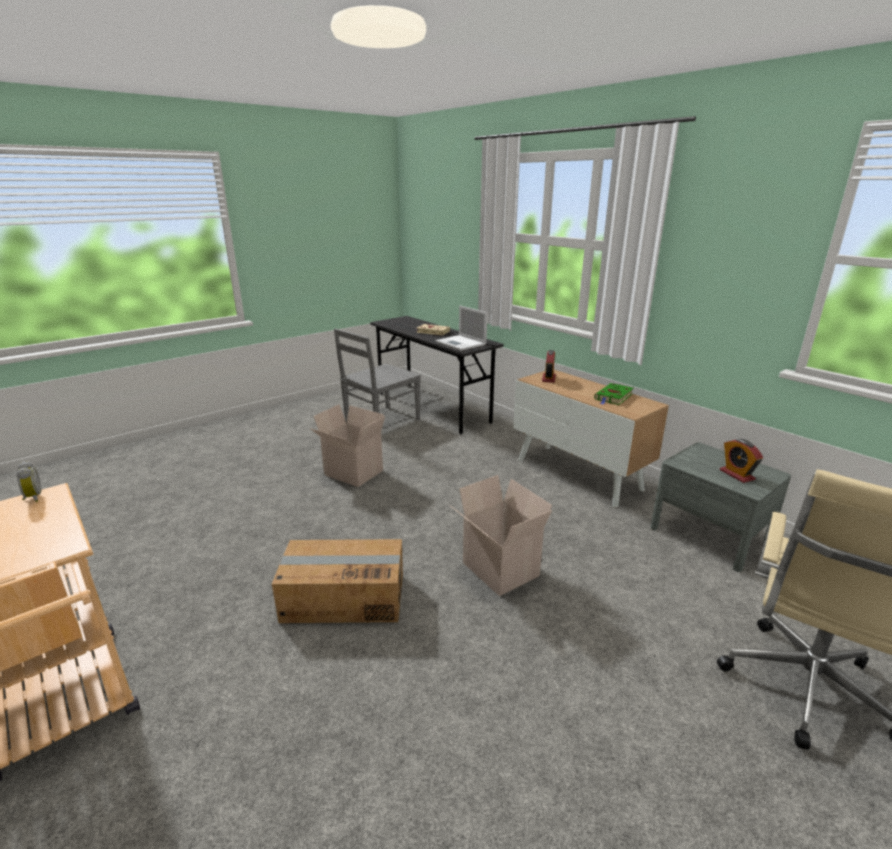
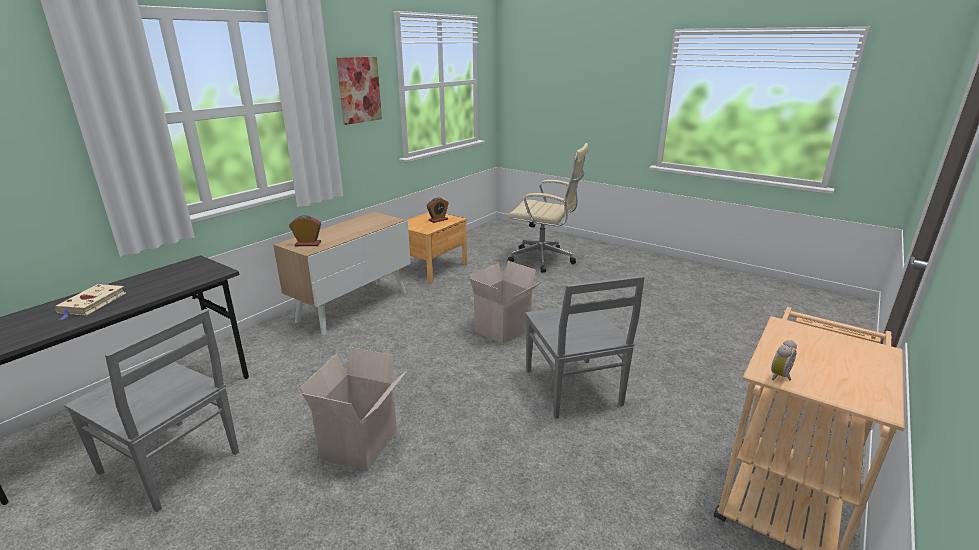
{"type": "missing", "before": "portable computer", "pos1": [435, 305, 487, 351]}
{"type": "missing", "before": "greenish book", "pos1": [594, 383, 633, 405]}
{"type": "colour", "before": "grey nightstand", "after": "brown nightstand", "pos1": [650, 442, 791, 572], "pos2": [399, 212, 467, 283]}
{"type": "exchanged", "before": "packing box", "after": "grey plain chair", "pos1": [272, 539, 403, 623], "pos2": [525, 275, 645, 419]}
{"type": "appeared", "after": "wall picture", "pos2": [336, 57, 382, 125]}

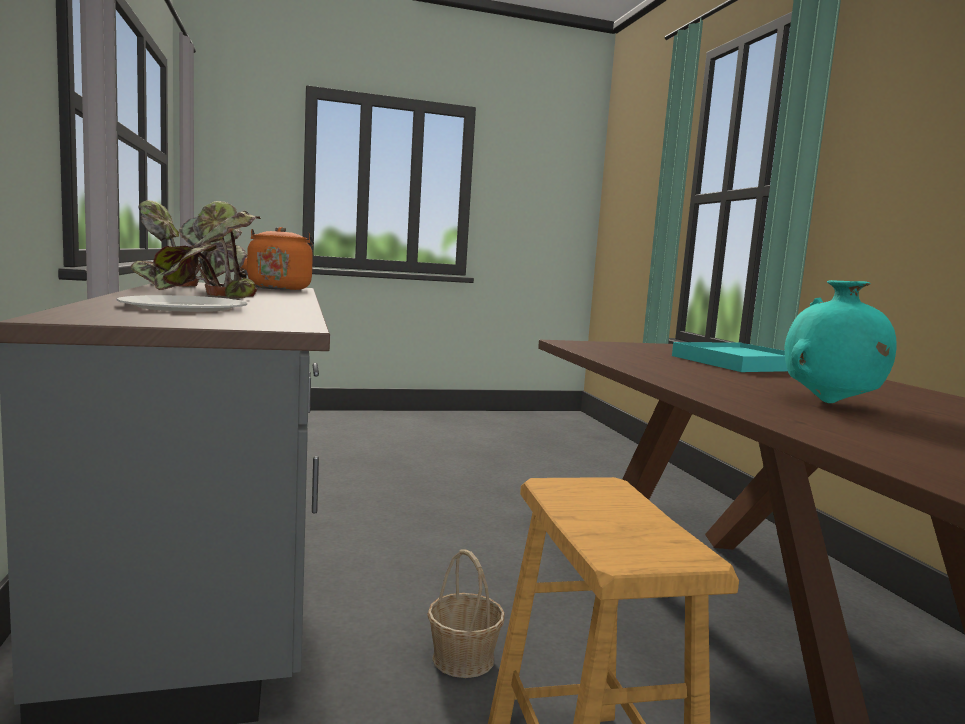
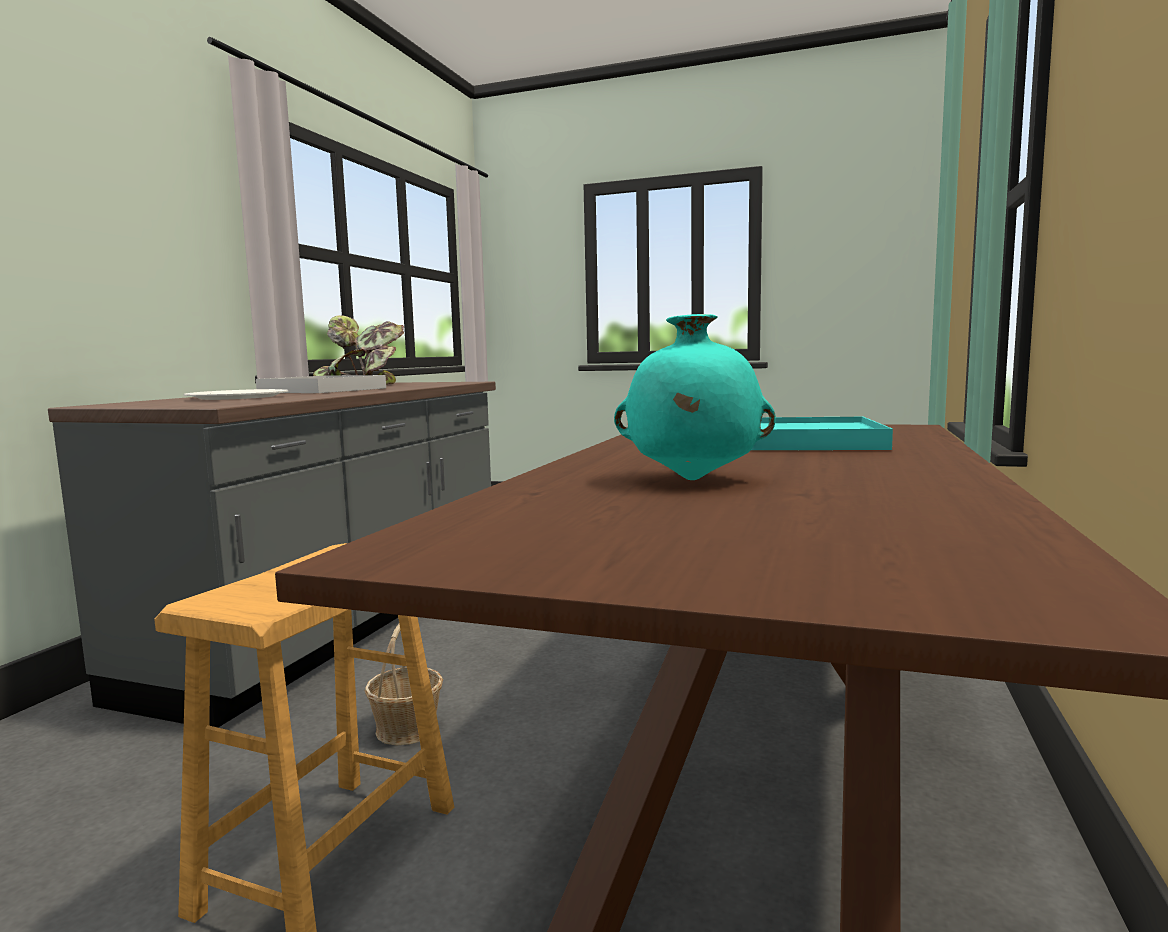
{"type": "exchanged", "before": "houseplant", "after": "whitish carrying tray", "pos1": [153, 201, 261, 298], "pos2": [256, 375, 386, 393]}
{"type": "missing", "before": "orangey tea kettle", "pos1": [241, 227, 314, 290]}

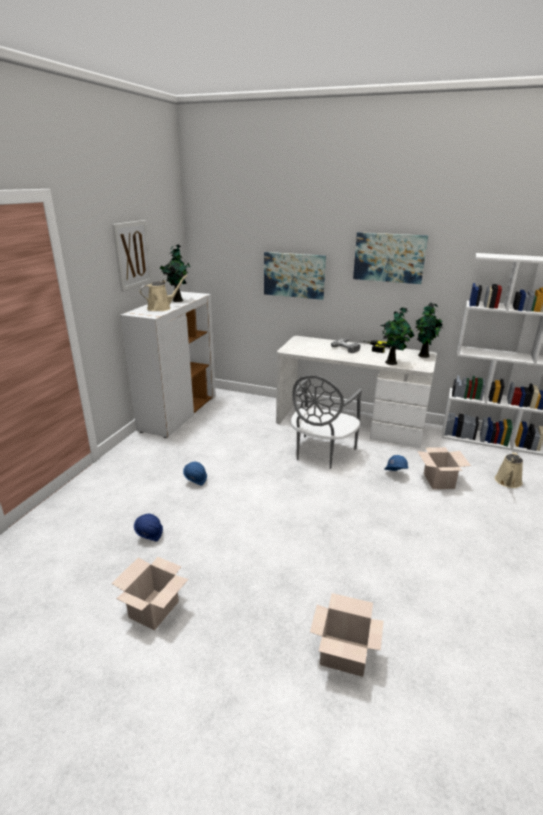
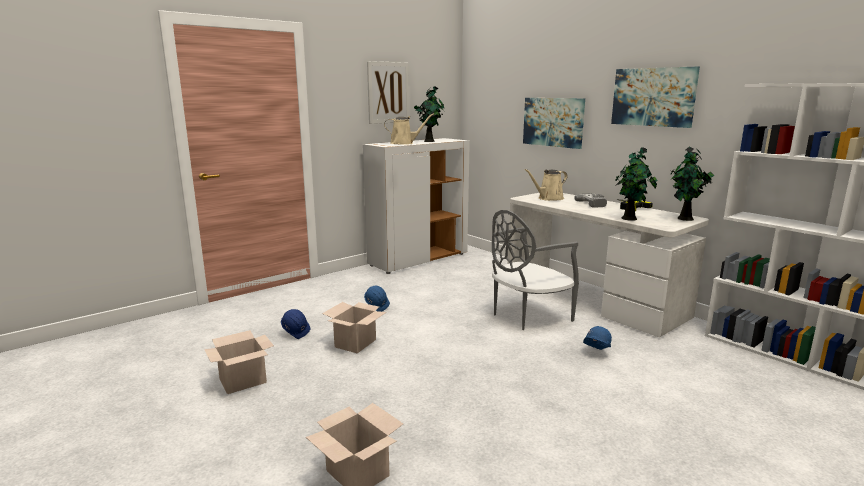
{"type": "relocated", "before": "packing box", "pos1": [417, 447, 471, 489], "pos2": [322, 302, 386, 353]}
{"type": "relocated", "before": "beige-coloured watering can", "pos1": [495, 451, 523, 488], "pos2": [525, 169, 568, 201]}

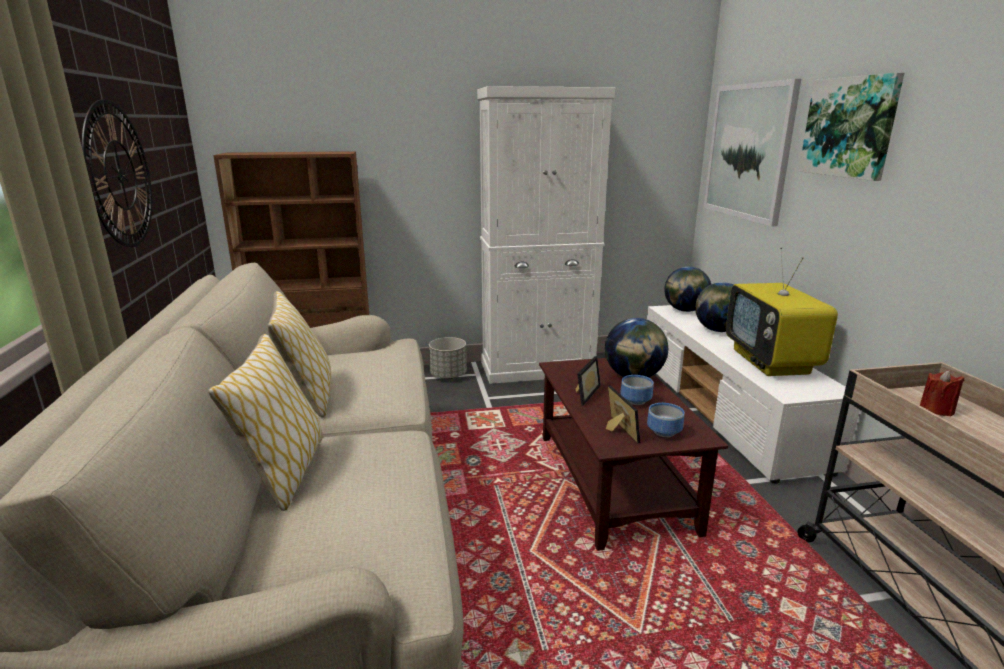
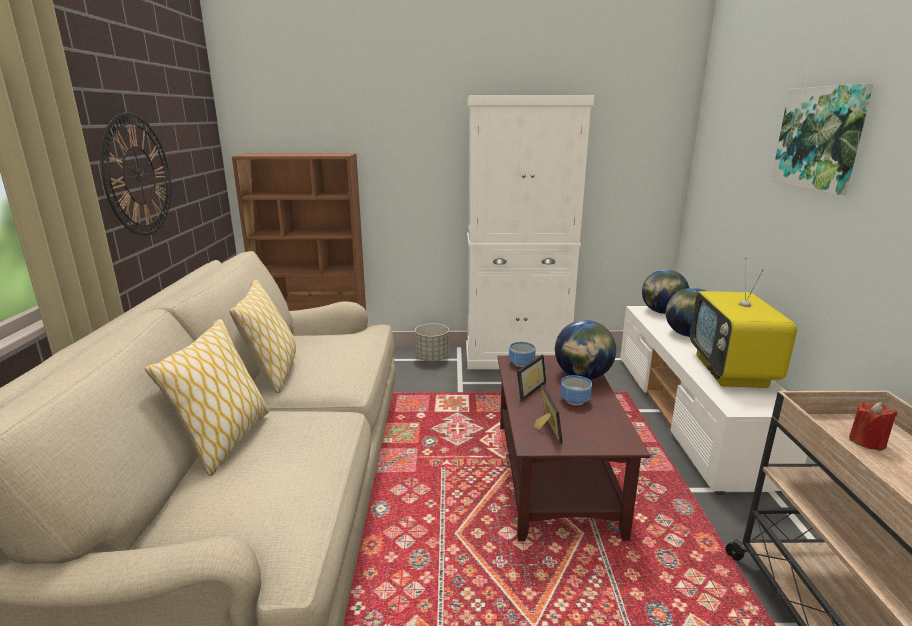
{"type": "missing", "before": "wall picture", "pos1": [704, 79, 801, 226]}
{"type": "relocated", "before": "bowl", "pos1": [647, 403, 685, 437], "pos2": [509, 342, 535, 367]}

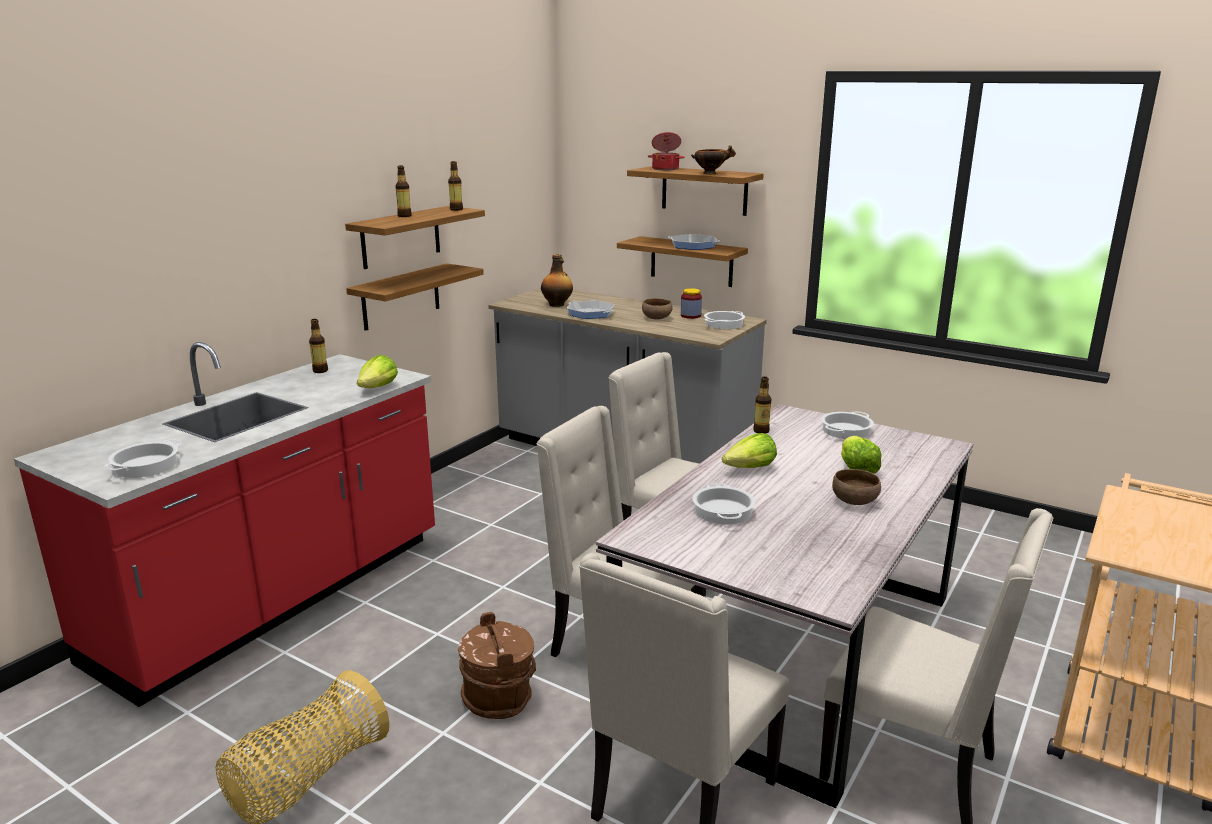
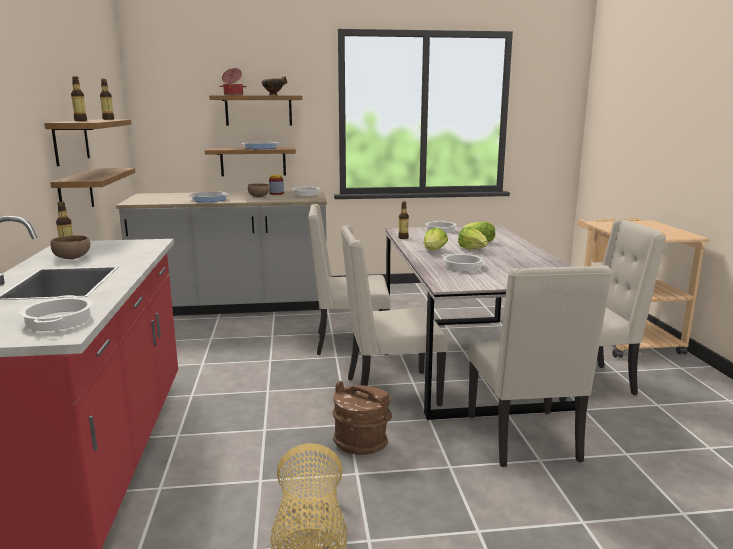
{"type": "missing", "before": "drink bottle", "pos1": [541, 254, 573, 307]}
{"type": "relocated", "before": "lettuce", "pos1": [357, 355, 398, 388], "pos2": [458, 227, 488, 250]}
{"type": "relocated", "before": "brown bowl", "pos1": [832, 469, 881, 505], "pos2": [51, 235, 91, 259]}

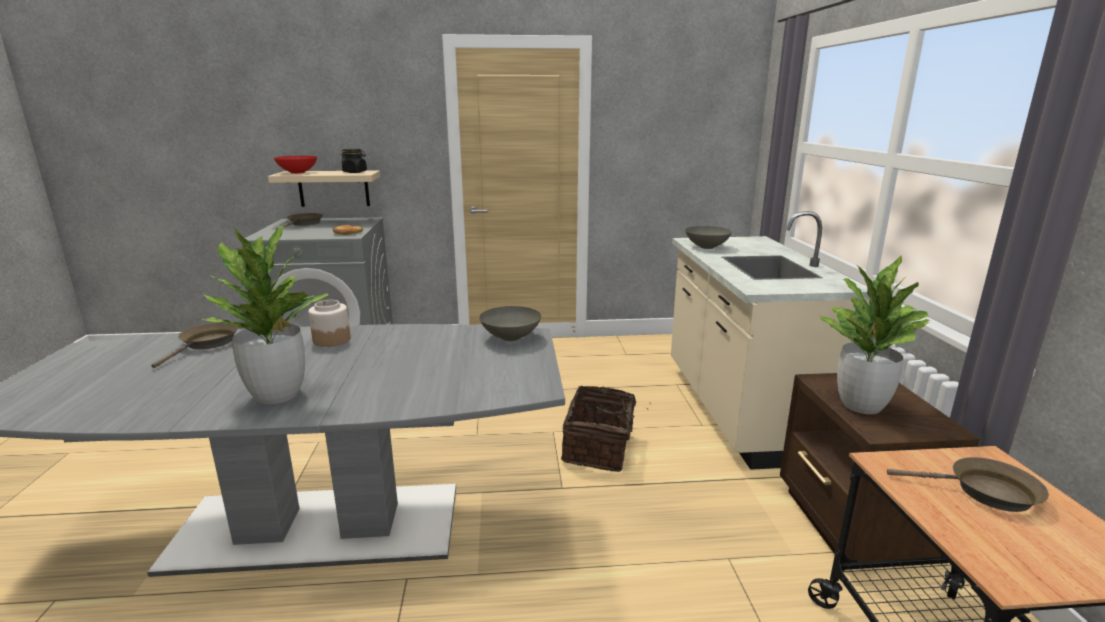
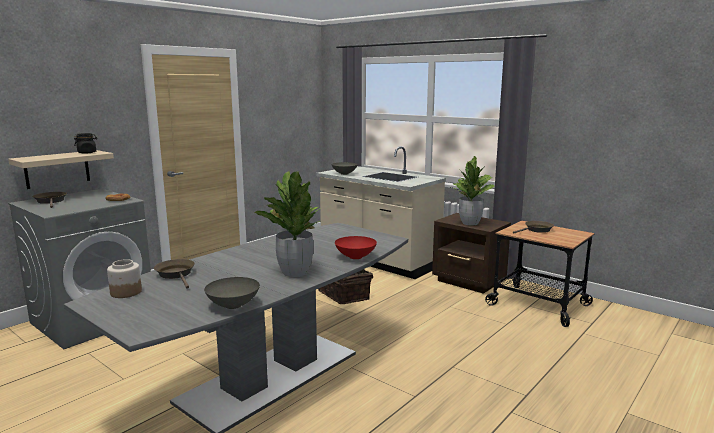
{"type": "relocated", "before": "red-coloured bowl", "pos1": [274, 156, 317, 174], "pos2": [335, 236, 377, 259]}
{"type": "relocated", "before": "jar", "pos1": [308, 300, 351, 347], "pos2": [107, 259, 142, 298]}
{"type": "relocated", "before": "grey bowl", "pos1": [479, 306, 541, 341], "pos2": [204, 277, 260, 309]}

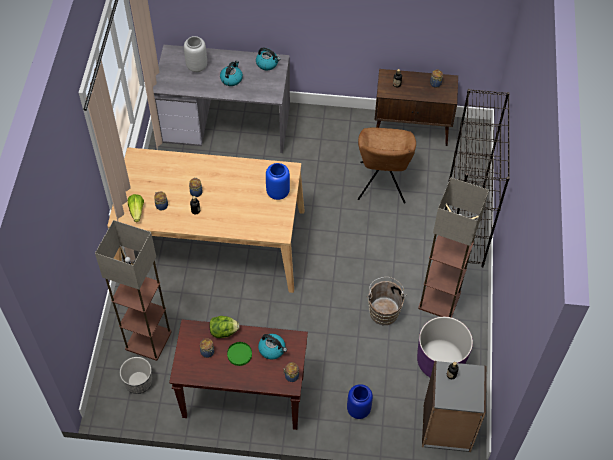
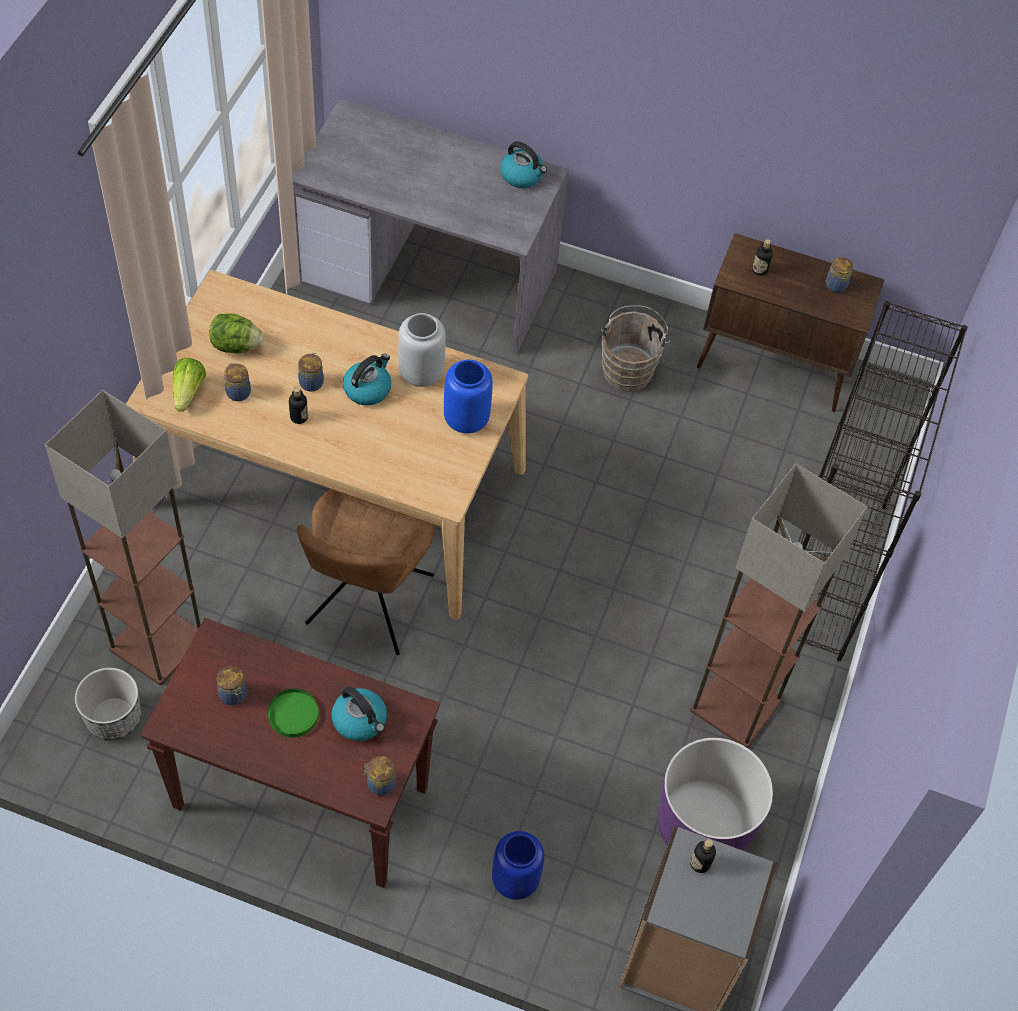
{"type": "relocated", "before": "grey flower vase", "pos1": [184, 36, 207, 72], "pos2": [398, 313, 446, 387]}
{"type": "relocated", "before": "tea kettle", "pos1": [220, 61, 243, 86], "pos2": [343, 354, 392, 406]}
{"type": "relocated", "before": "brown plain chair", "pos1": [358, 128, 416, 203], "pos2": [297, 489, 437, 655]}
{"type": "relocated", "before": "brown water bucket", "pos1": [367, 277, 407, 325], "pos2": [601, 305, 671, 392]}
{"type": "relocated", "before": "lettuce", "pos1": [209, 316, 240, 338], "pos2": [209, 314, 263, 354]}

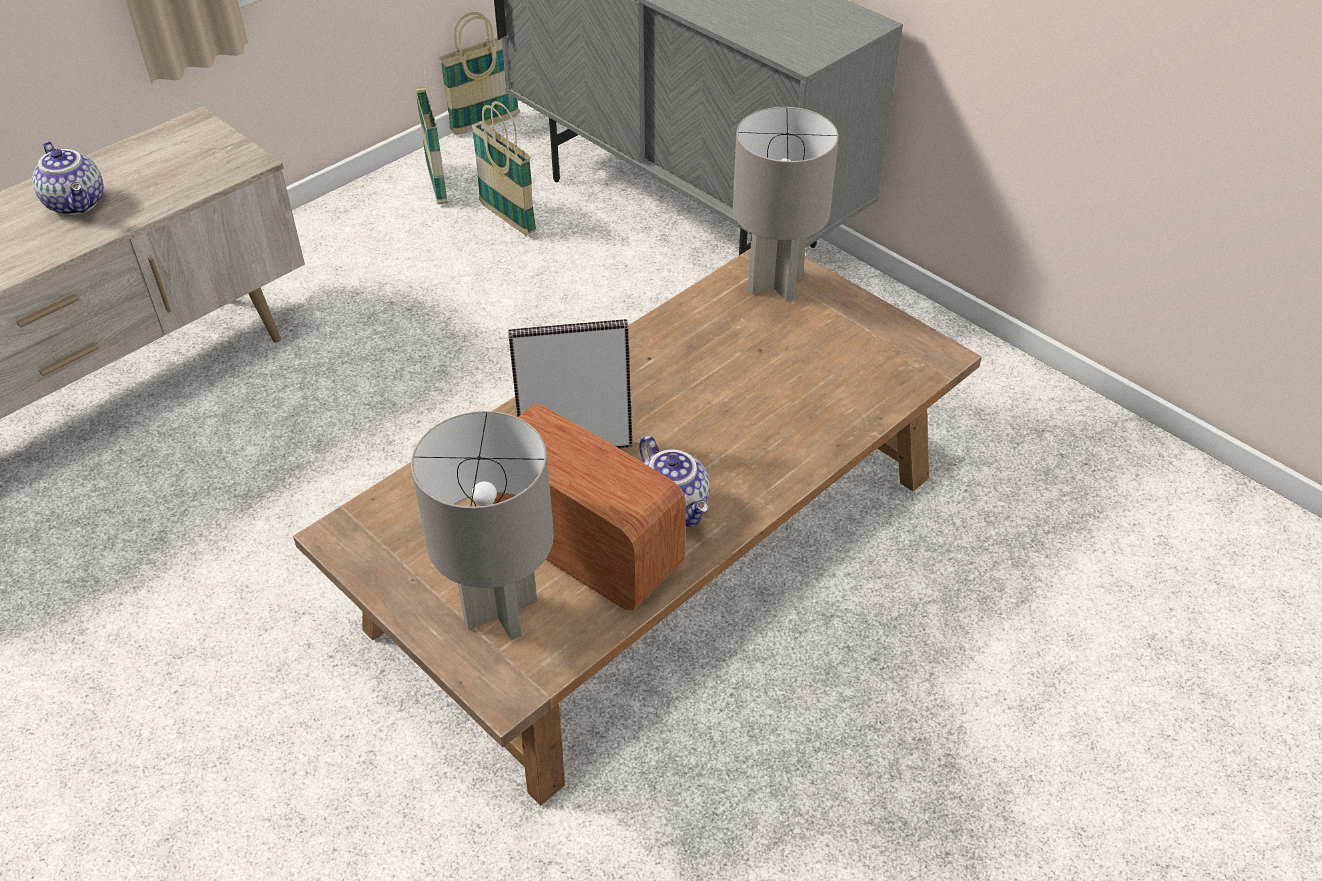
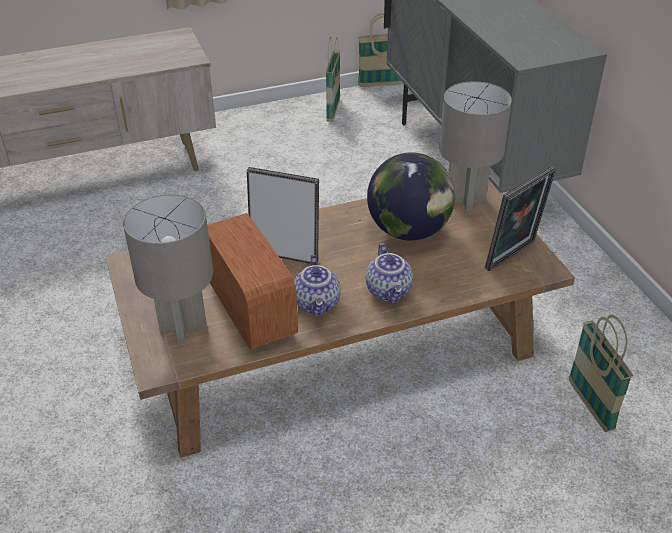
{"type": "relocated", "before": "household basket", "pos1": [471, 101, 537, 236], "pos2": [569, 315, 633, 432]}
{"type": "relocated", "before": "tea pot", "pos1": [32, 141, 104, 215], "pos2": [366, 243, 413, 303]}
{"type": "appeared", "after": "globe", "pos2": [367, 152, 455, 241]}
{"type": "appeared", "after": "photo frame", "pos2": [485, 166, 556, 271]}

